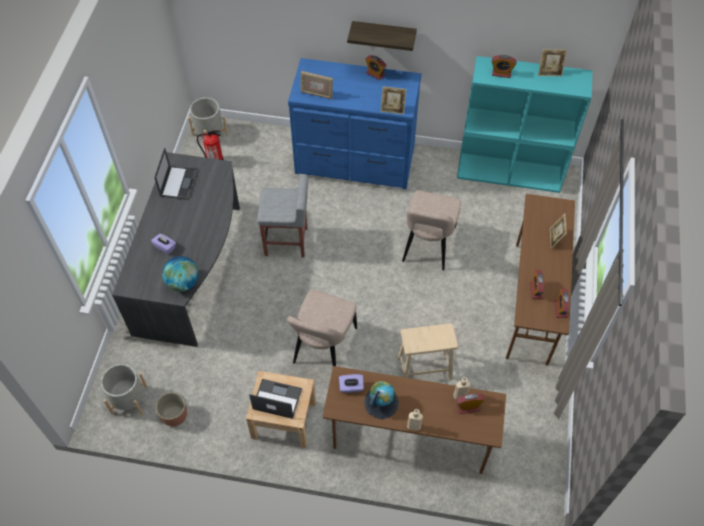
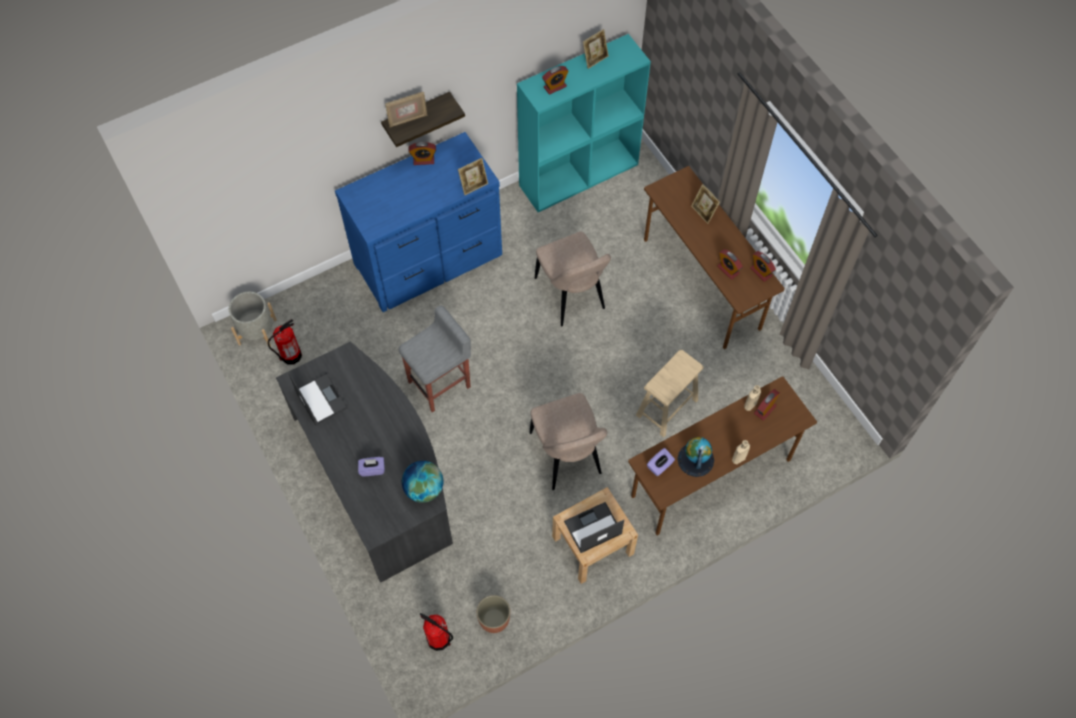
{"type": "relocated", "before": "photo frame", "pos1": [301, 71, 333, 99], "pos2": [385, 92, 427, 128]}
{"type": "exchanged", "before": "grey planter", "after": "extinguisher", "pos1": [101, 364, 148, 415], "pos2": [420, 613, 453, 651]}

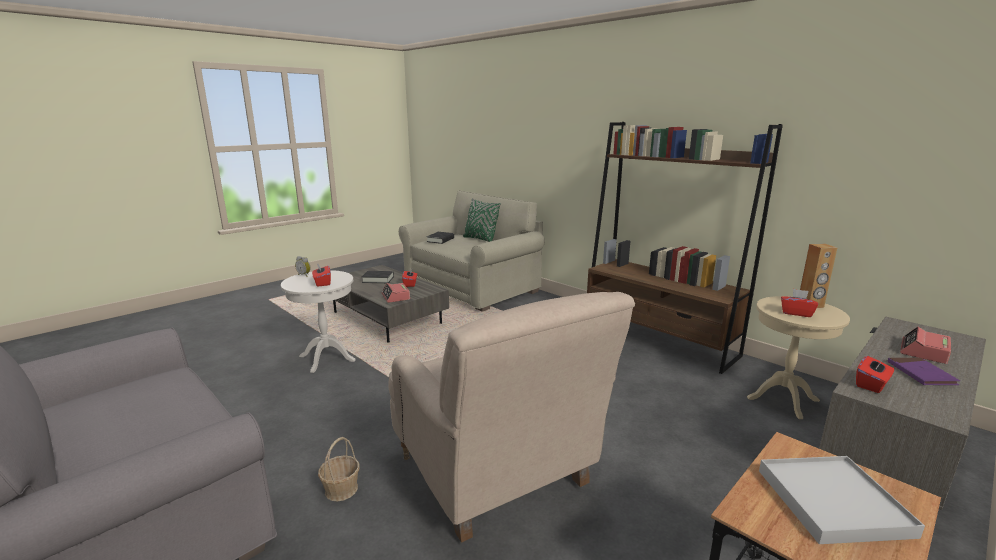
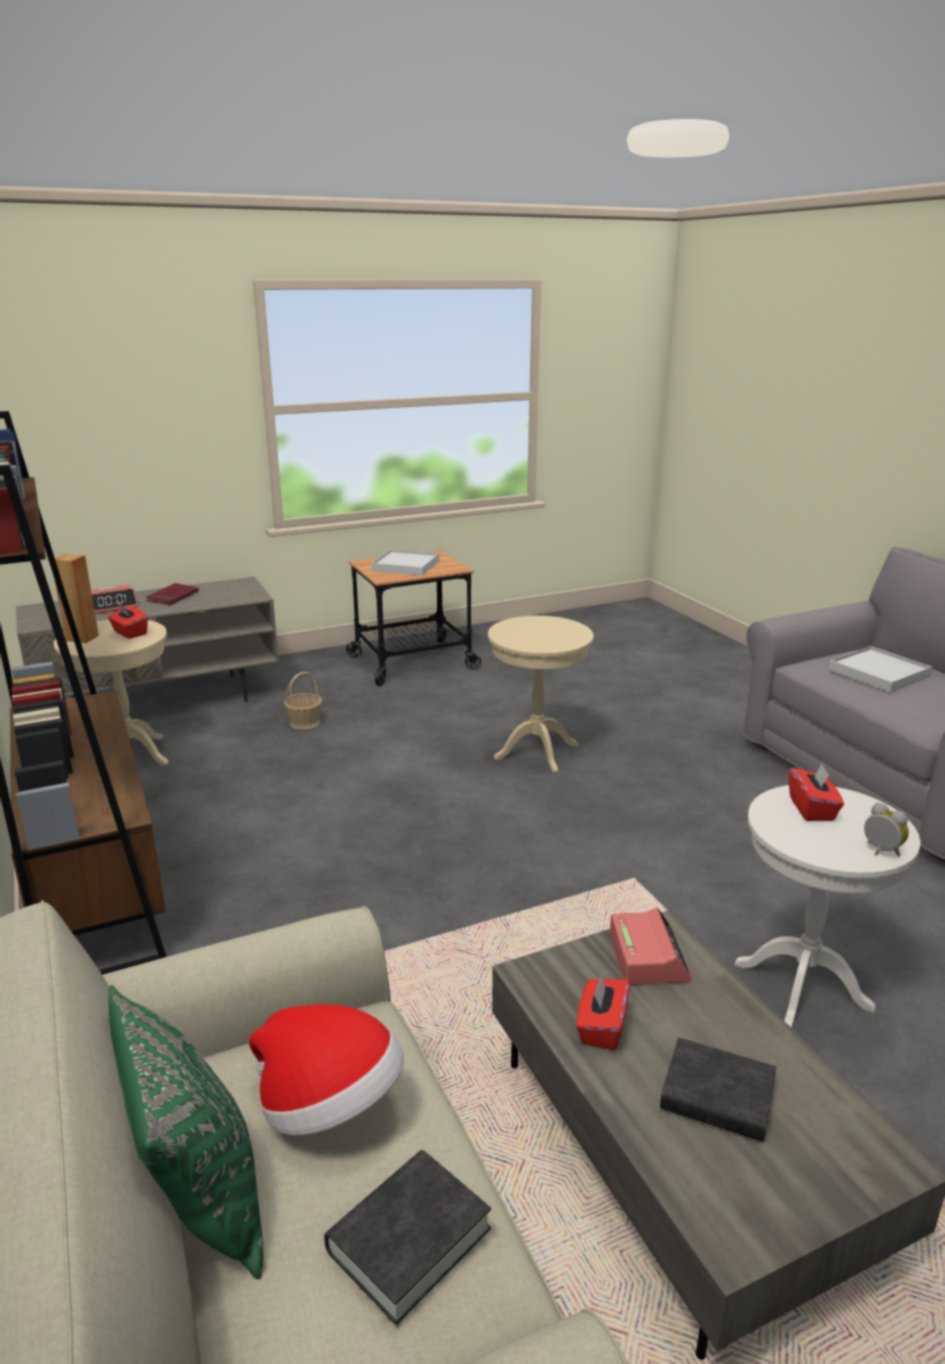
{"type": "exchanged", "before": "beige-coloured easy chair", "after": "beige-coloured side table", "pos1": [389, 292, 635, 543], "pos2": [488, 616, 594, 773]}
{"type": "missing", "before": "red-coloured tissue box", "pos1": [856, 356, 894, 393]}
{"type": "colour", "before": "purple book", "after": "red-coloured book", "pos1": [888, 358, 960, 385], "pos2": [146, 583, 199, 606]}
{"type": "relocated", "before": "household basket", "pos1": [318, 437, 359, 502], "pos2": [284, 672, 322, 729]}
{"type": "appeared", "after": "whitish carrying tray", "pos2": [829, 646, 932, 692]}
{"type": "appeared", "after": "wearable hat", "pos2": [249, 1004, 404, 1136]}

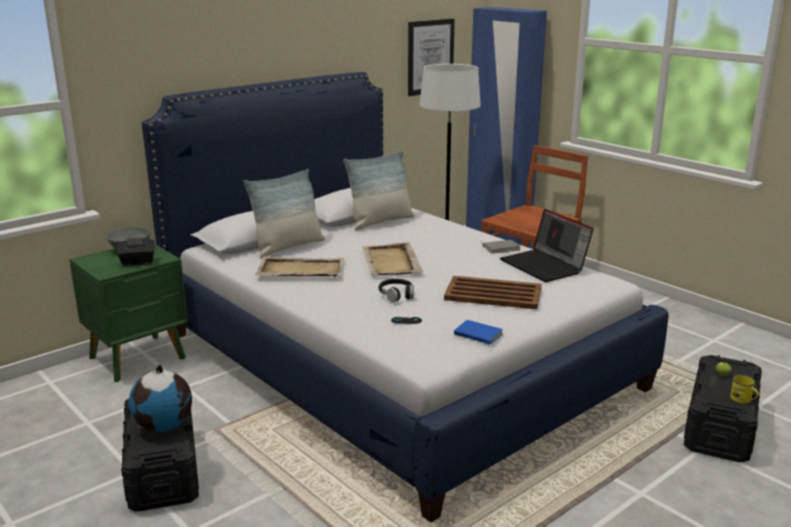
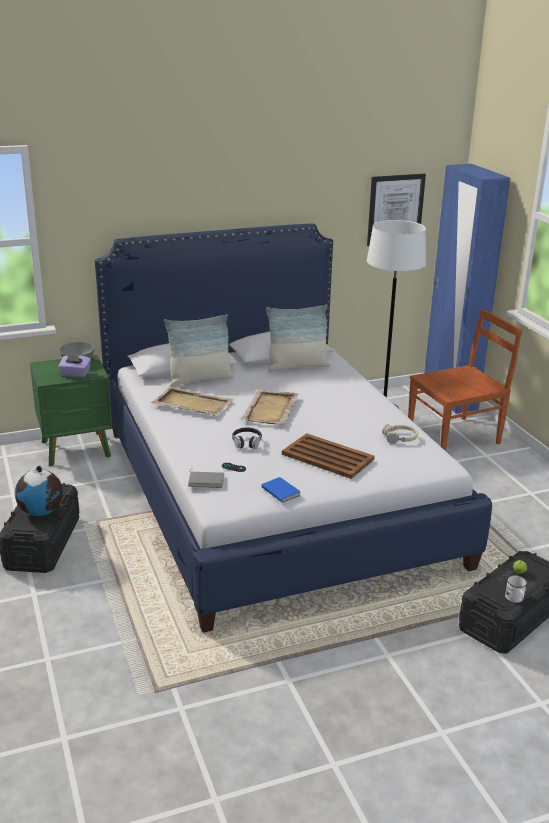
{"type": "exchanged", "before": "portable computer", "after": "beige-coloured headphones", "pos1": [500, 209, 594, 282], "pos2": [382, 425, 418, 444]}
{"type": "colour", "before": "black tissue box", "after": "purple tissue box", "pos1": [117, 237, 155, 266], "pos2": [58, 354, 91, 377]}
{"type": "relocated", "before": "grey book", "pos1": [481, 240, 520, 254], "pos2": [188, 469, 224, 488]}
{"type": "colour", "before": "yellow tea mug", "after": "whitish tea mug", "pos1": [730, 375, 759, 404], "pos2": [505, 575, 527, 603]}

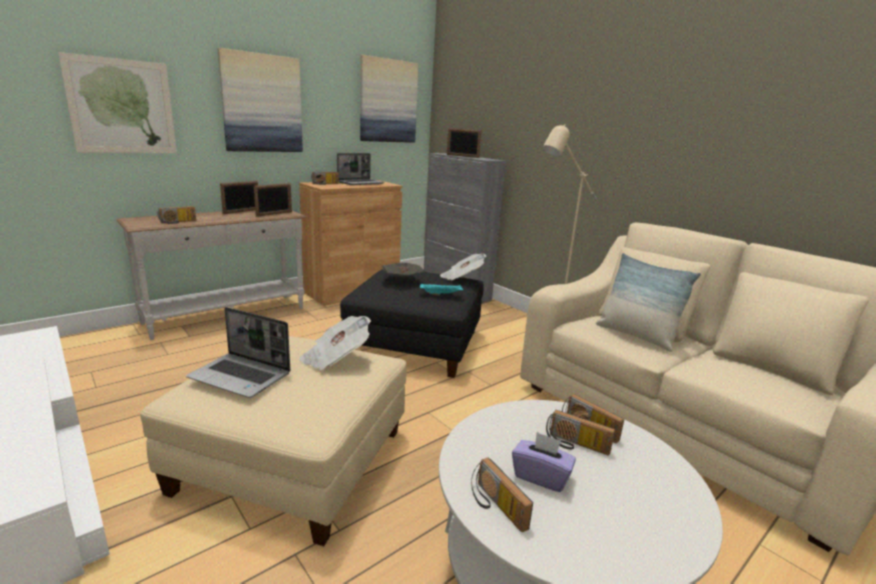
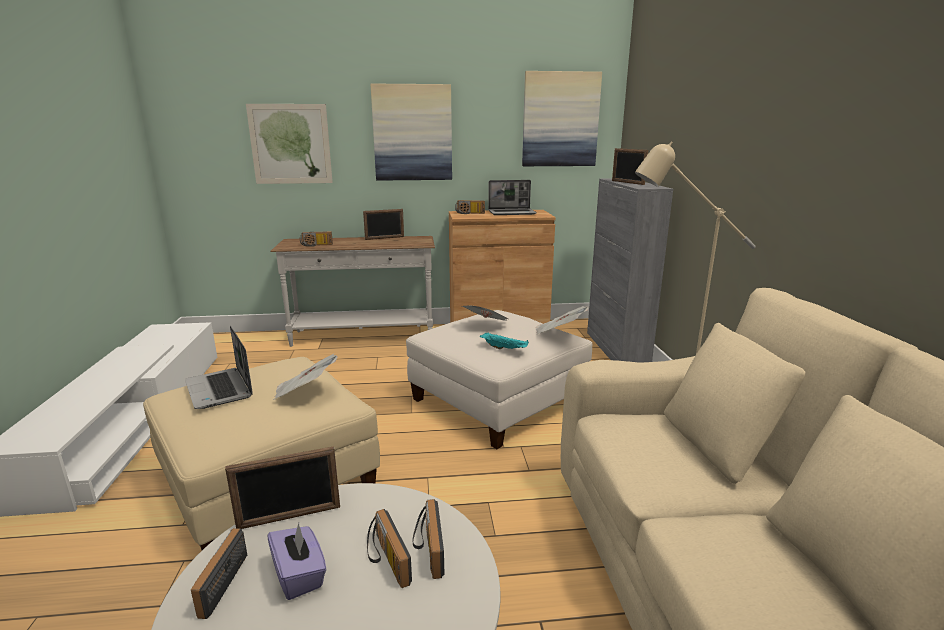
{"type": "relocated", "before": "photo frame", "pos1": [254, 183, 292, 217], "pos2": [225, 446, 340, 529]}
{"type": "missing", "before": "throw pillow", "pos1": [596, 253, 701, 352]}
{"type": "colour", "before": "black ottoman", "after": "whitish ottoman", "pos1": [340, 269, 484, 378], "pos2": [406, 310, 592, 449]}

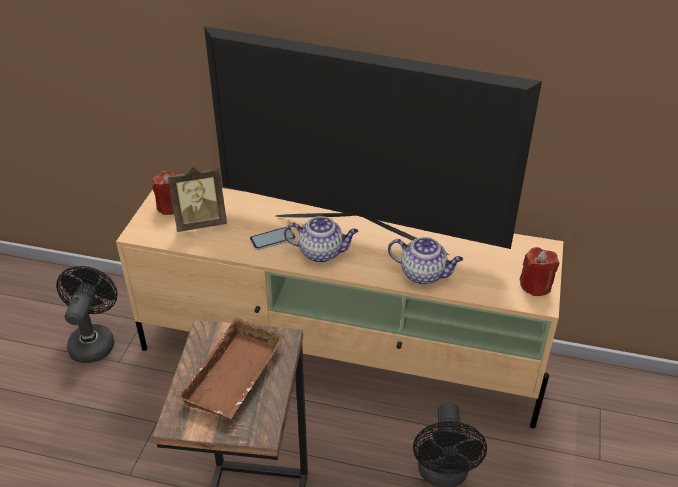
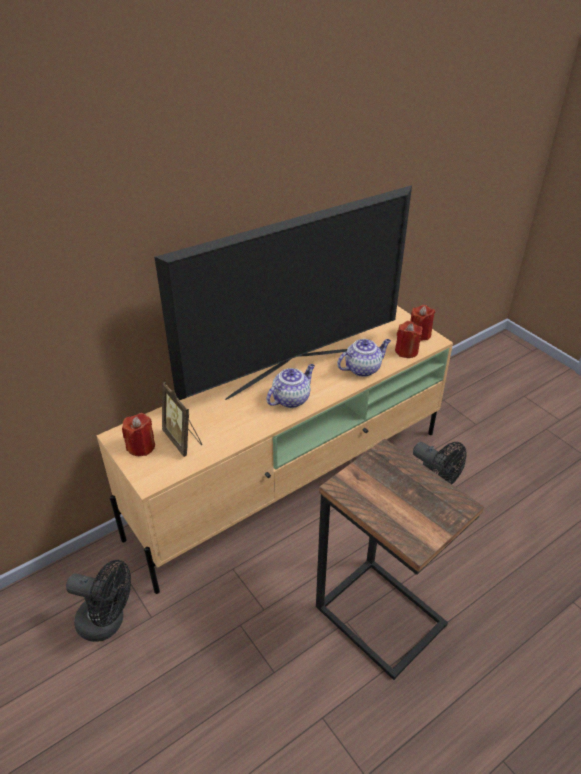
{"type": "spun", "before": "photo frame", "pos1": [168, 167, 227, 232], "pos2": [162, 382, 202, 457], "turn": 120}
{"type": "missing", "before": "handset", "pos1": [250, 226, 296, 250]}
{"type": "spun", "before": "black electric fan", "pos1": [56, 266, 118, 363], "pos2": [66, 560, 131, 642], "turn": 150}
{"type": "missing", "before": "brown carrying tray", "pos1": [178, 317, 285, 419]}
{"type": "appeared", "after": "red-coloured wax light", "pos2": [395, 321, 423, 358]}

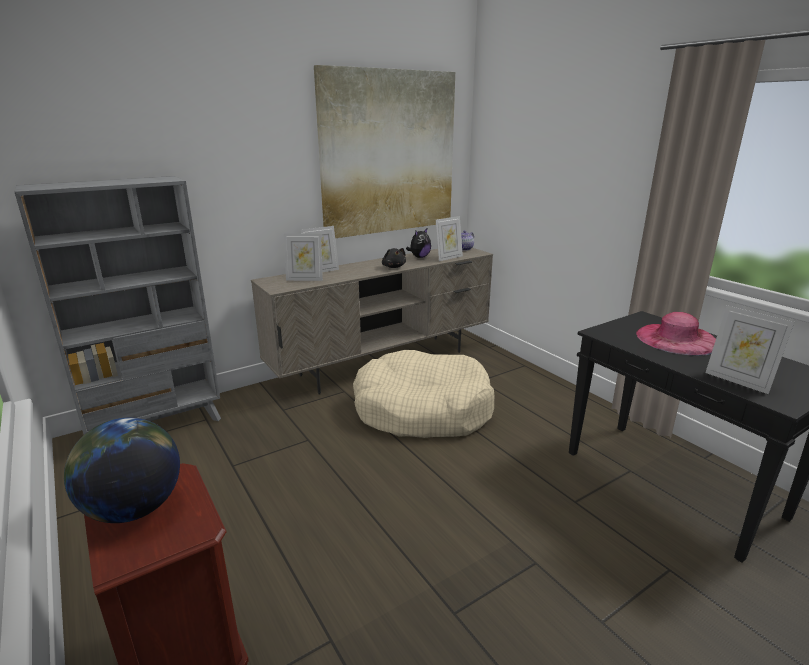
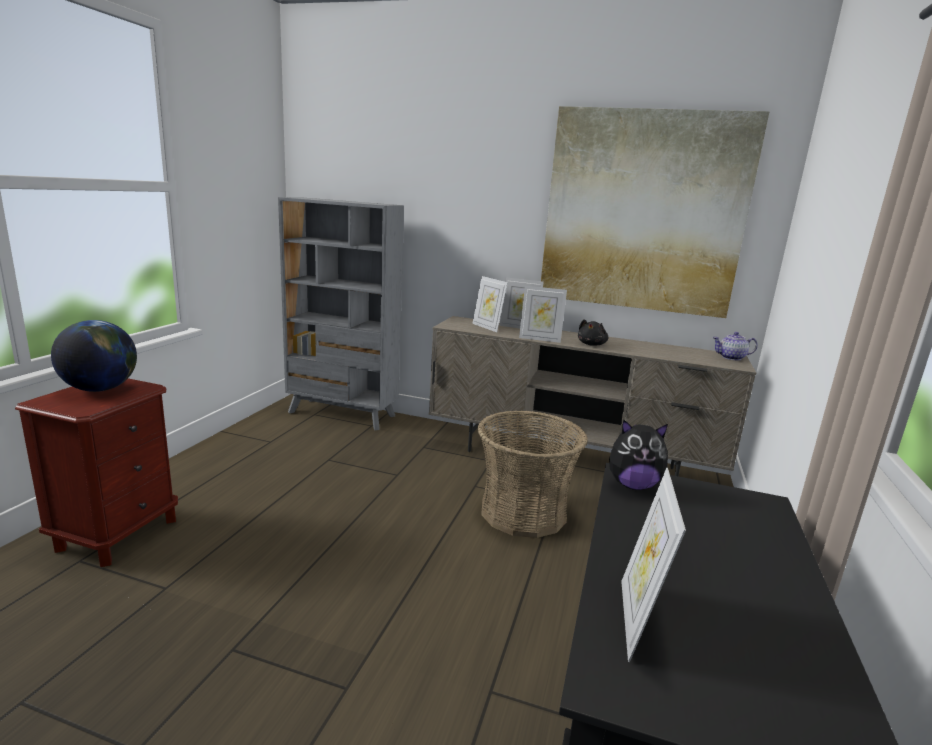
{"type": "relocated", "before": "photo frame", "pos1": [436, 216, 463, 261], "pos2": [519, 286, 567, 343]}
{"type": "relocated", "before": "soft toy", "pos1": [406, 229, 431, 258], "pos2": [609, 420, 668, 490]}
{"type": "missing", "before": "pink-coloured wearable hat", "pos1": [636, 312, 716, 356]}
{"type": "exchanged", "before": "beige-coloured dog cushion", "after": "household basket", "pos1": [353, 350, 495, 438], "pos2": [477, 410, 588, 538]}

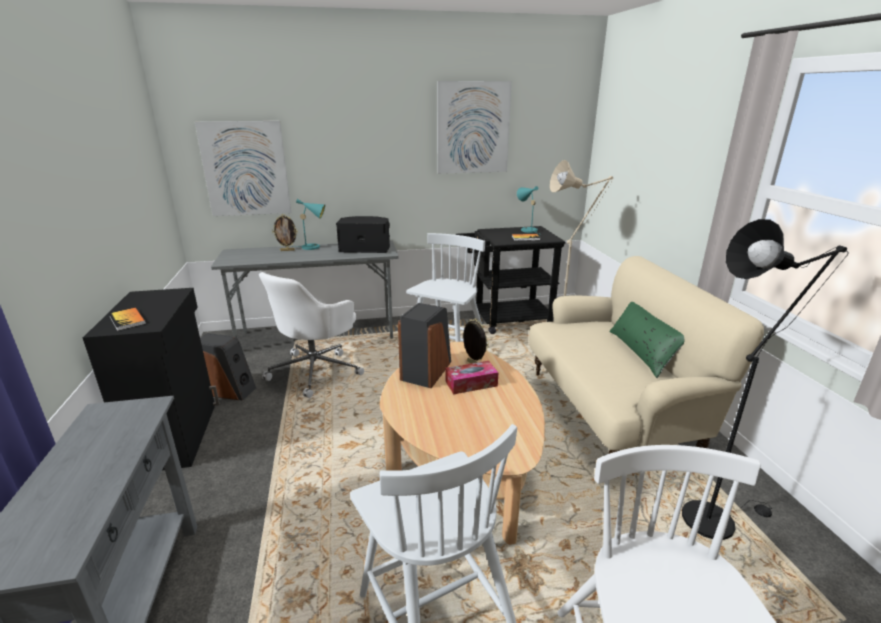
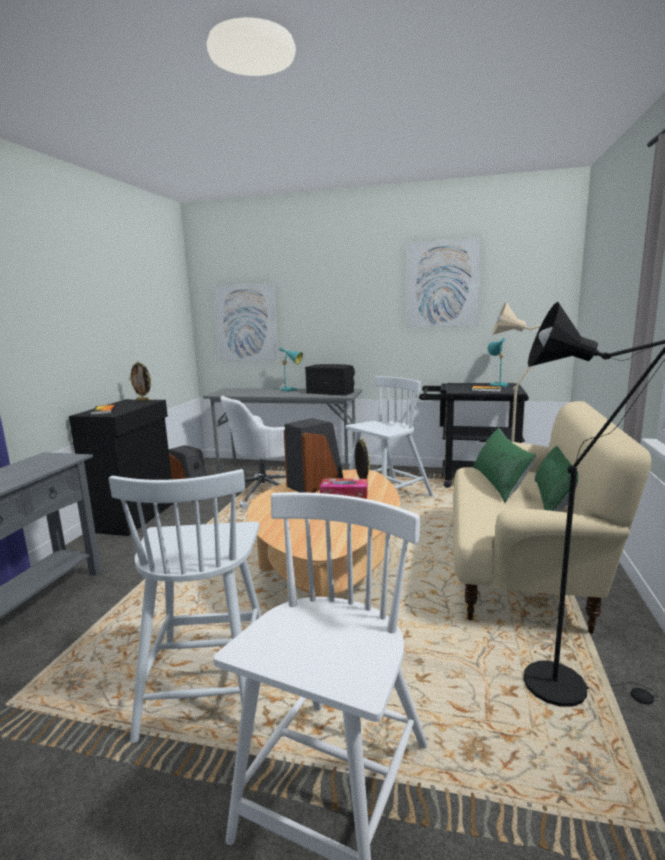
{"type": "relocated", "before": "photo frame", "pos1": [272, 214, 297, 251], "pos2": [129, 362, 151, 401]}
{"type": "appeared", "after": "greenish throw pillow", "pos2": [473, 428, 536, 503]}

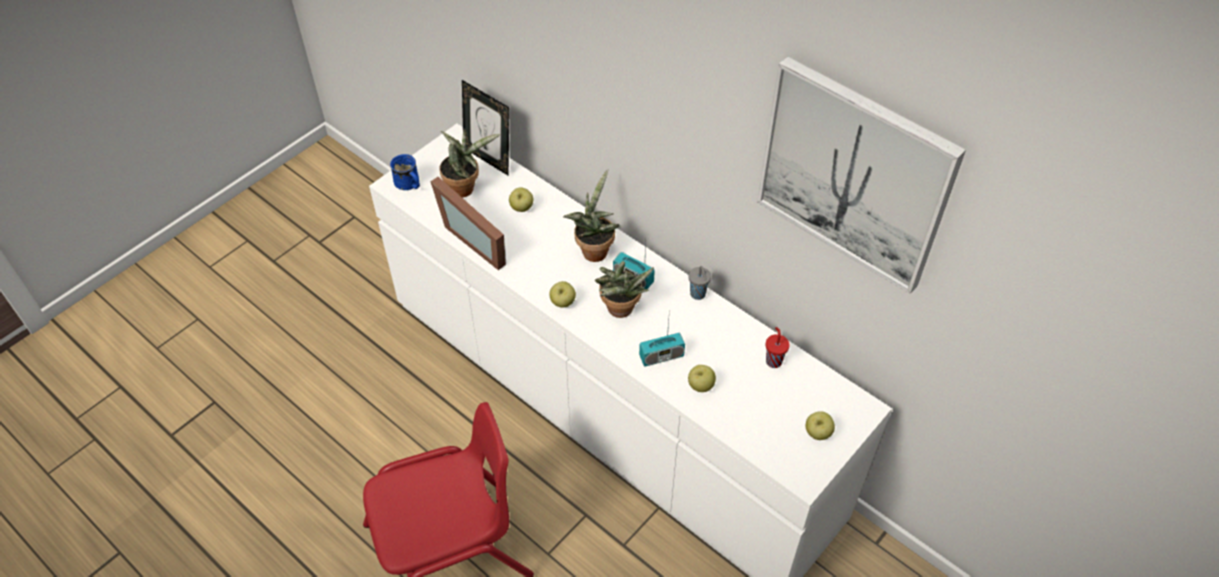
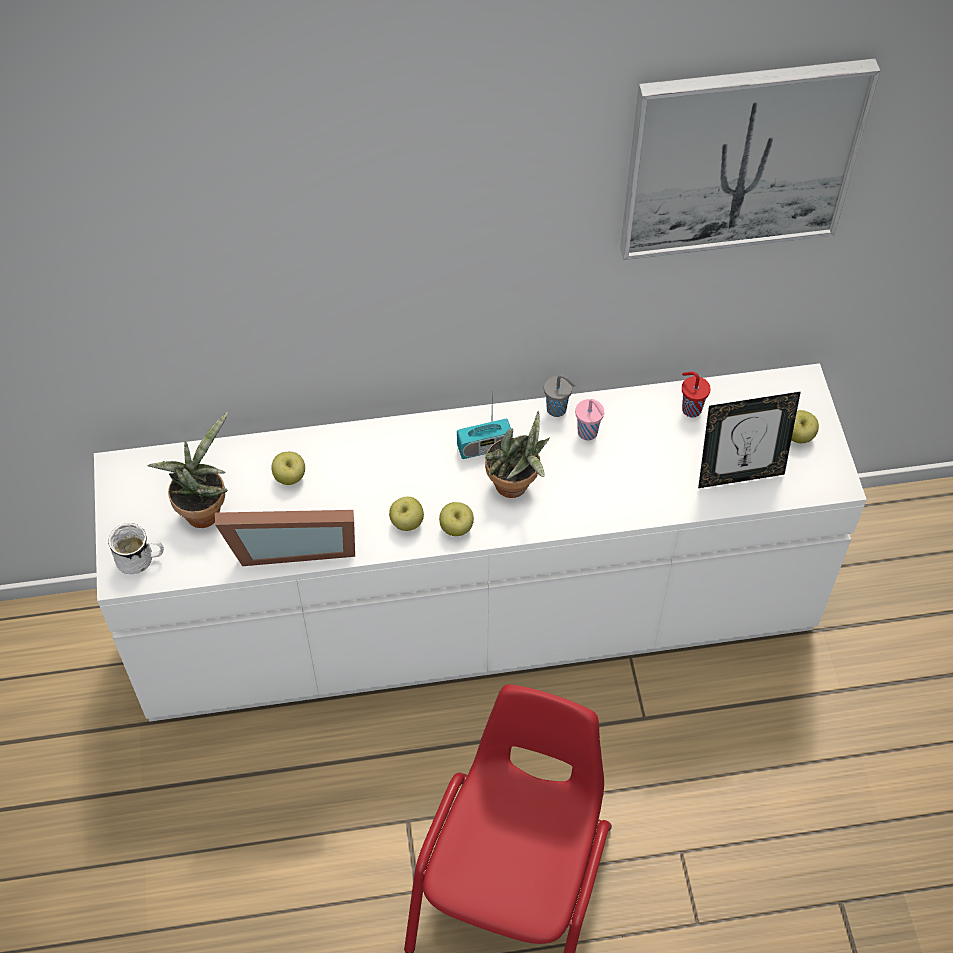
{"type": "relocated", "before": "photo frame", "pos1": [462, 80, 510, 175], "pos2": [698, 391, 801, 488]}
{"type": "colour", "before": "blue tea mug", "after": "whitish tea mug", "pos1": [390, 154, 420, 190], "pos2": [108, 523, 164, 574]}
{"type": "missing", "before": "houseplant", "pos1": [563, 169, 620, 262]}
{"type": "missing", "before": "radio receiver", "pos1": [639, 309, 685, 367]}
{"type": "relocated", "before": "whole apple", "pos1": [688, 365, 716, 392], "pos2": [389, 497, 424, 531]}
{"type": "appeared", "after": "pink-coloured small cup", "pos2": [575, 399, 604, 440]}

